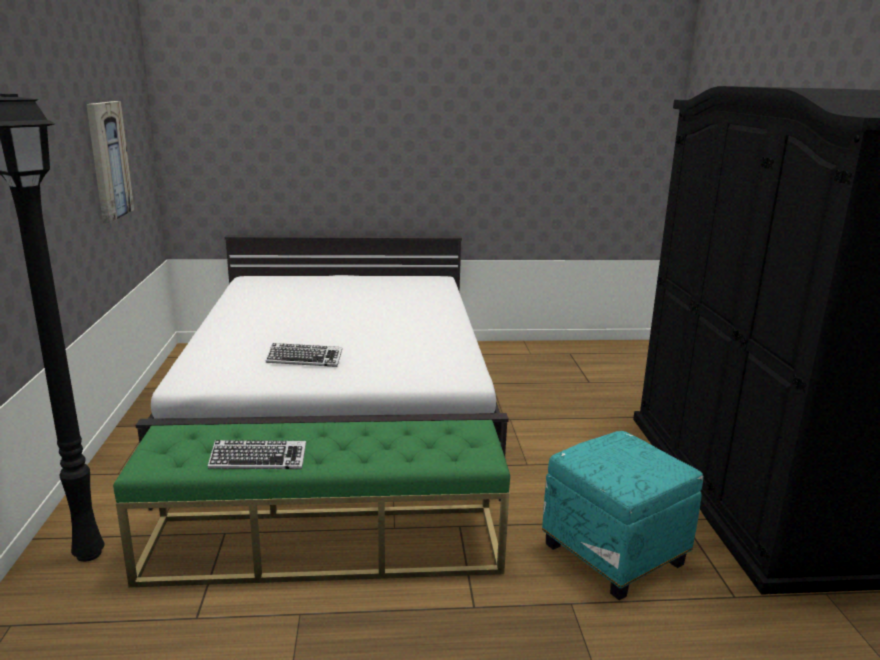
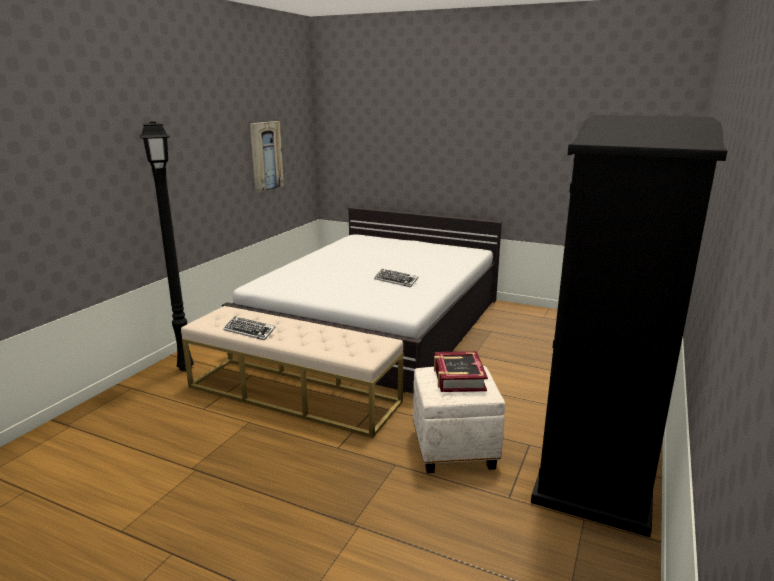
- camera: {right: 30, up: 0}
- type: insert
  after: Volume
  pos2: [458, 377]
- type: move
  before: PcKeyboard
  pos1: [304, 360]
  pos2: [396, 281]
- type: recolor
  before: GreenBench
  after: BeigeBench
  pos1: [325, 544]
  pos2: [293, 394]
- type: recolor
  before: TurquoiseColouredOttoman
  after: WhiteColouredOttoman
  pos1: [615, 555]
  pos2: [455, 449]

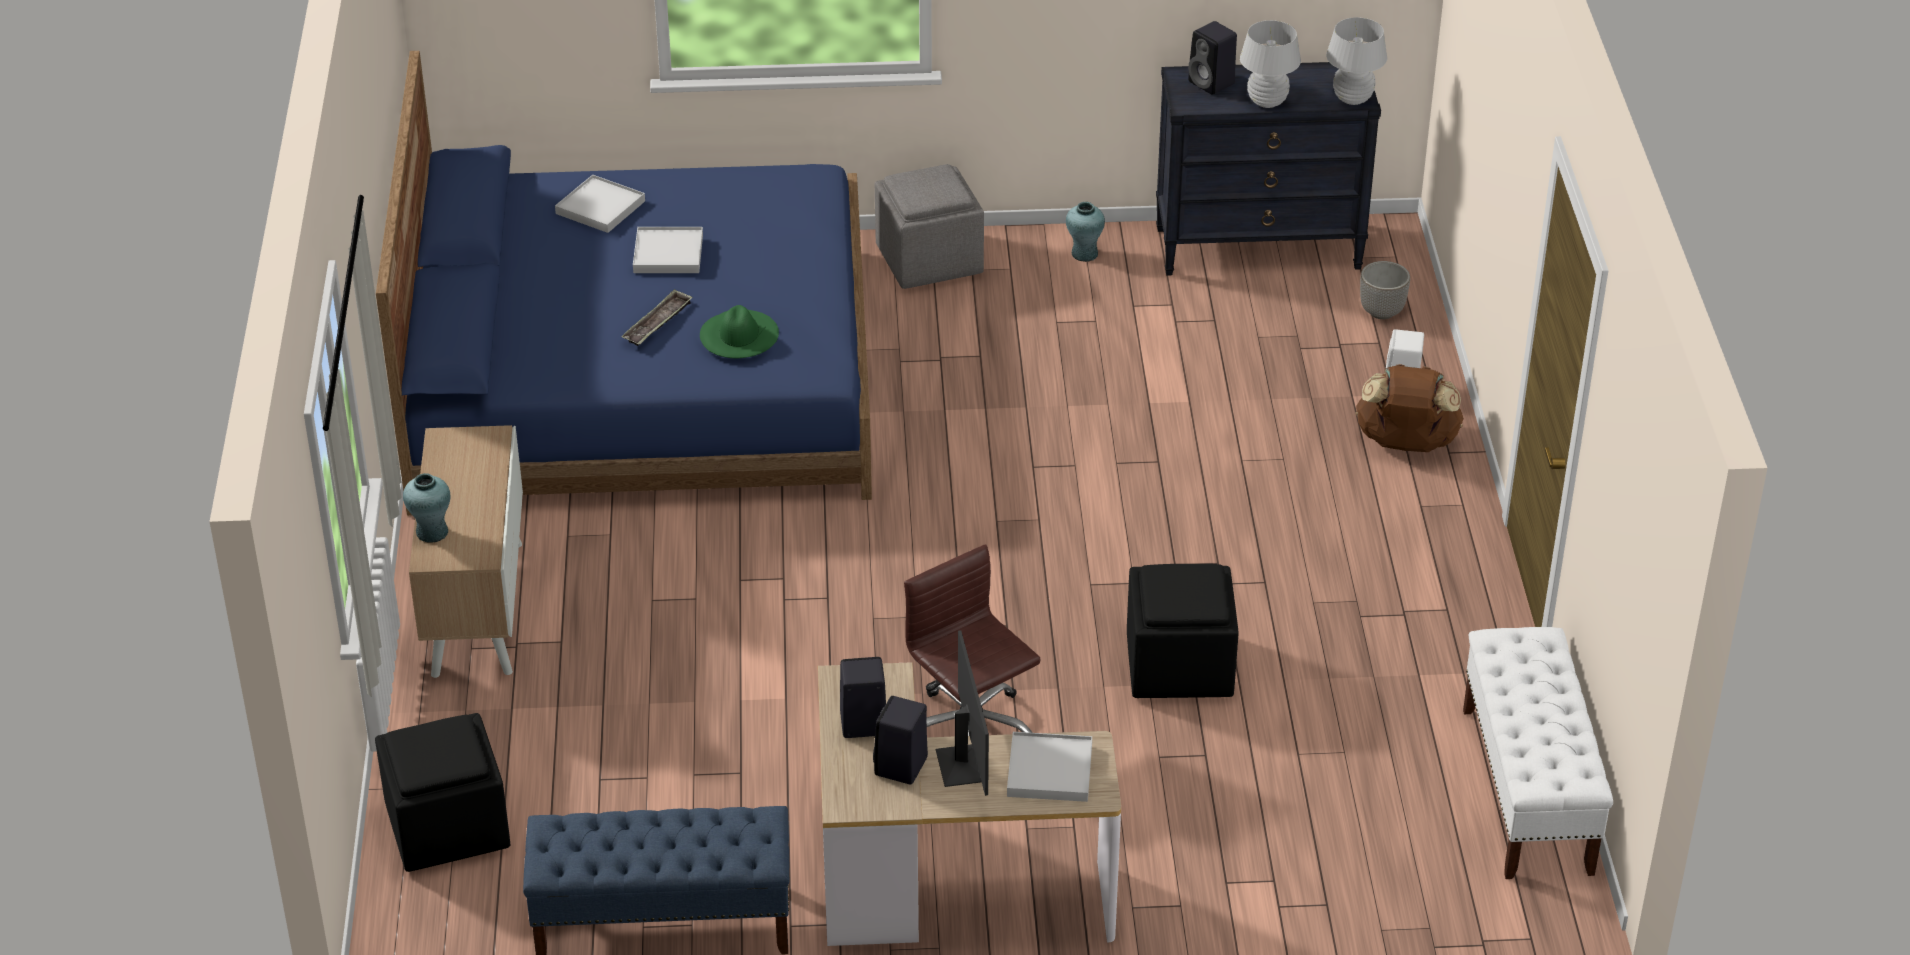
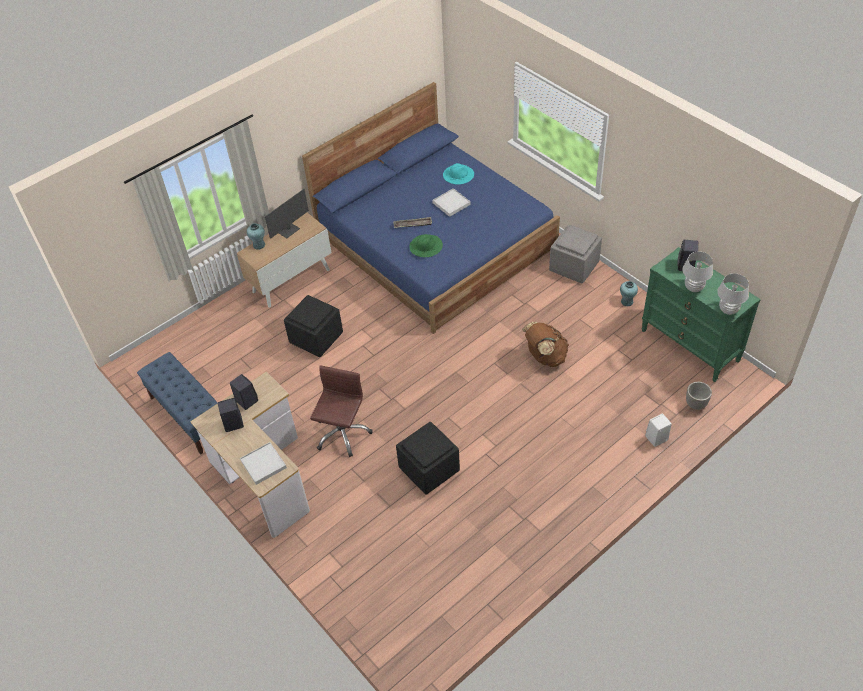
- camera: {right: 55, up: 10}
- type: delete
  before: WhiteColouredBench
  pos1: [1527, 791]
- type: move
  before: BlackColouredOttoman
  pos1: [446, 826]
  pos2: [316, 337]
- type: move
  before: Monitor
  pos1: [963, 765]
  pos2: [289, 230]
- type: move
  before: BrownColouredBackpack
  pos1: [1405, 444]
  pos2: [545, 357]
- type: replace
  before: WhiteColouredCarryingTray
  after: TurquoiseColouredClothingHat
  pos1: [600, 207]
  pos2: [458, 174]
- type: recolor
  before: BlackColouredChestOfDrawers
  after: GreenChestOfDrawers
  pos1: [1259, 248]
  pos2: [690, 345]

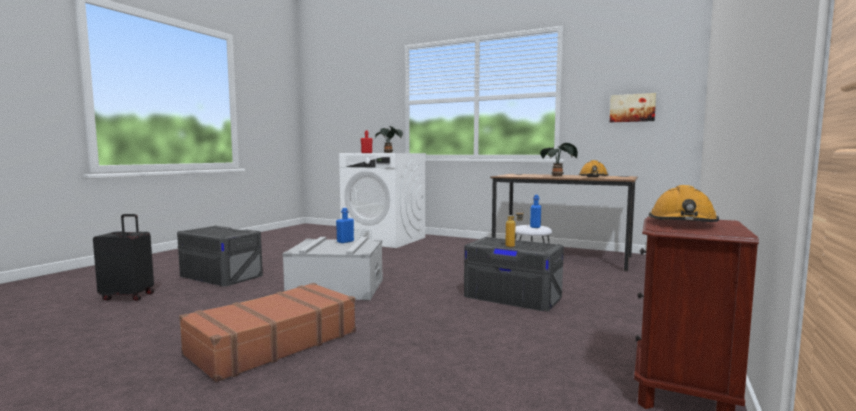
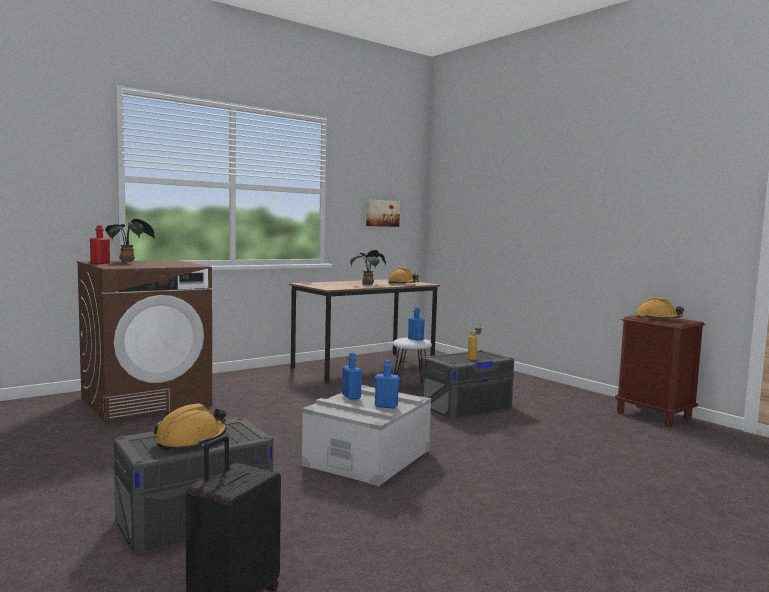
- camera: {right: -65, up: 0}
- type: delete
  before: BrownColouredPieceOfLuggage
  pos1: [272, 343]
- type: insert
  after: OrangeWorkHelmet
  pos2: [191, 440]
- type: insert
  after: BluishDrinkBottle
  pos2: [386, 406]
- type: recolor
  before: WhiteColouredLaundryMachine
  after: BrownColouredLaundryMachine
  pos1: [384, 239]
  pos2: [146, 401]

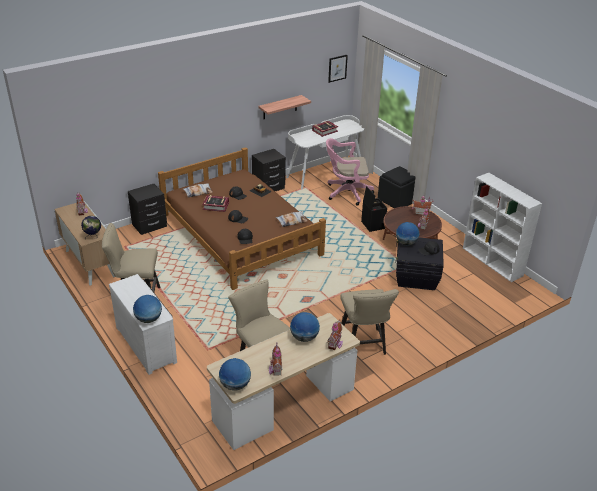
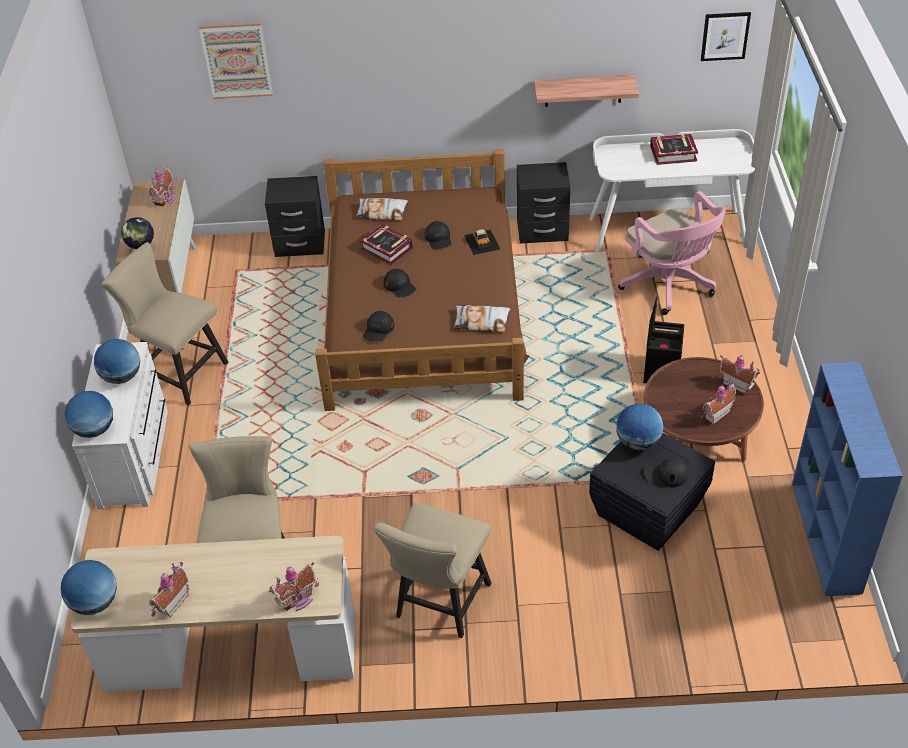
- camera: {right: 35, up: 10}
- type: delete
  before: BlackColouredOttoman
  pos1: [397, 200]
- type: insert
  after: WallArt
  pos2: [236, 60]
- type: move
  before: WorldGlobe
  pos1: [304, 337]
  pos2: [122, 377]
- type: recolor
  before: WhiteColouredBookcase
  after: BluishBookcase
  pos1: [493, 262]
  pos2: [826, 538]
- type: rotate
  before: PinkColouredOfficeChair
  pos1: [346, 193]
  pos2: [670, 286]
  turn: -150

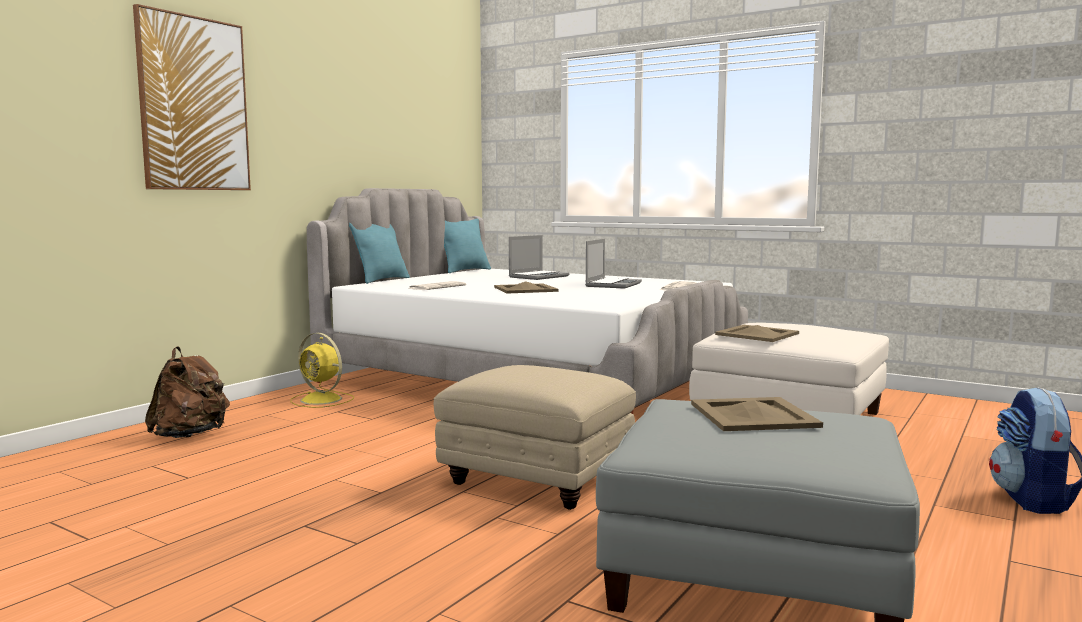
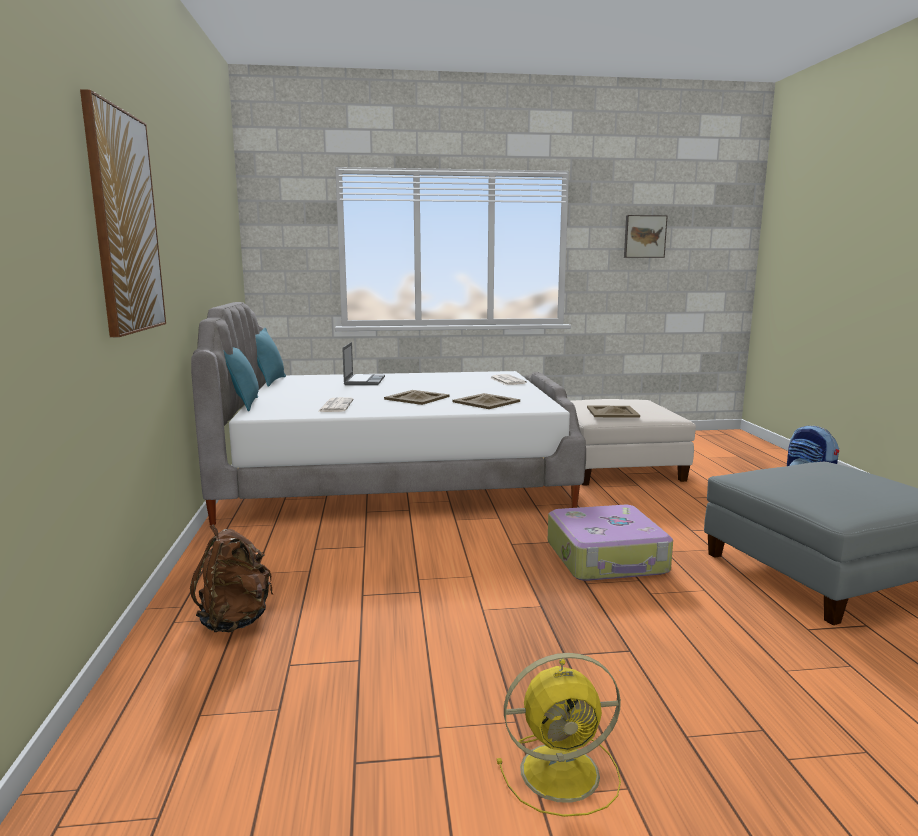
- camera: {right: -40, up: 5}
- type: delete
  before: Laptop
  pos1: [613, 284]
- type: insert
  after: WallArt
  pos2: [644, 236]
- type: move
  before: YellowColouredFan
  pos1: [322, 400]
  pos2: [563, 771]
- type: move
  before: BeigeCarryingTray
  pos1: [752, 415]
  pos2: [485, 402]
- type: replace
  before: BeigeOttoman
  after: PieceOfLuggage
  pos1: [538, 481]
  pos2: [607, 558]

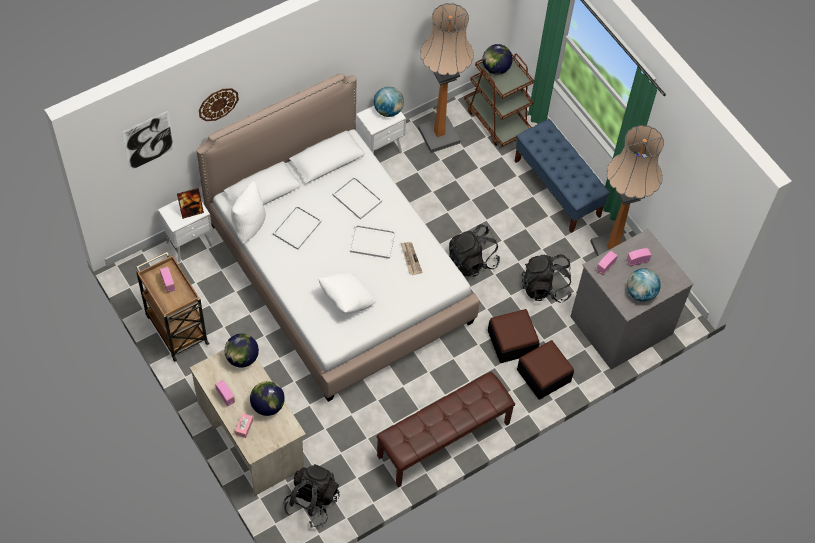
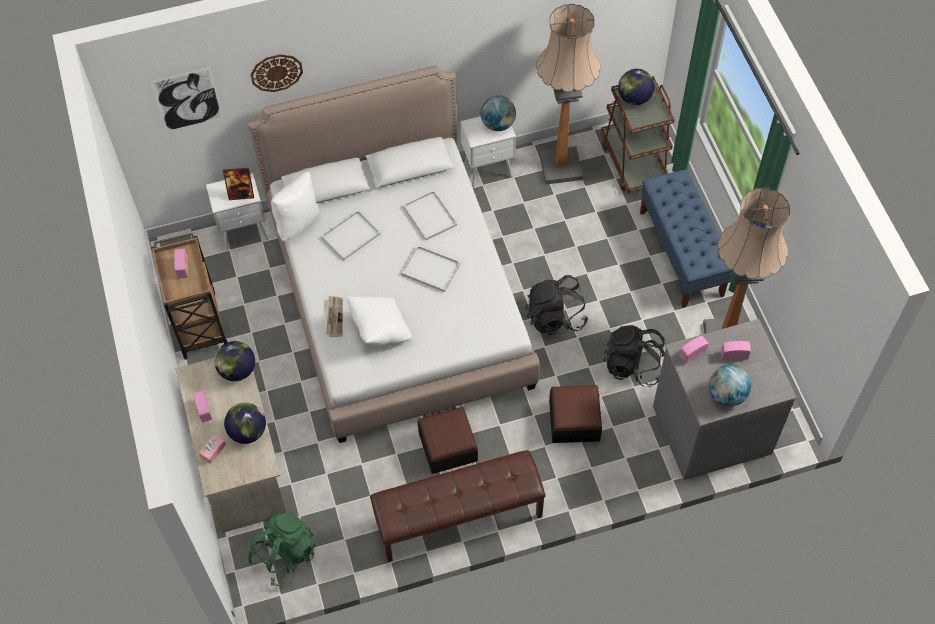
- camera: {right: 20, up: 0}
- type: move
  before: PrintedPaper
  pos1: [410, 259]
  pos2: [334, 317]
- type: move
  before: Ottoman
  pos1: [543, 375]
  pos2: [448, 446]
- type: recolor
  before: BlackColouredBackpack
  after: GreenBackpack
  pos1: [312, 502]
  pos2: [284, 555]

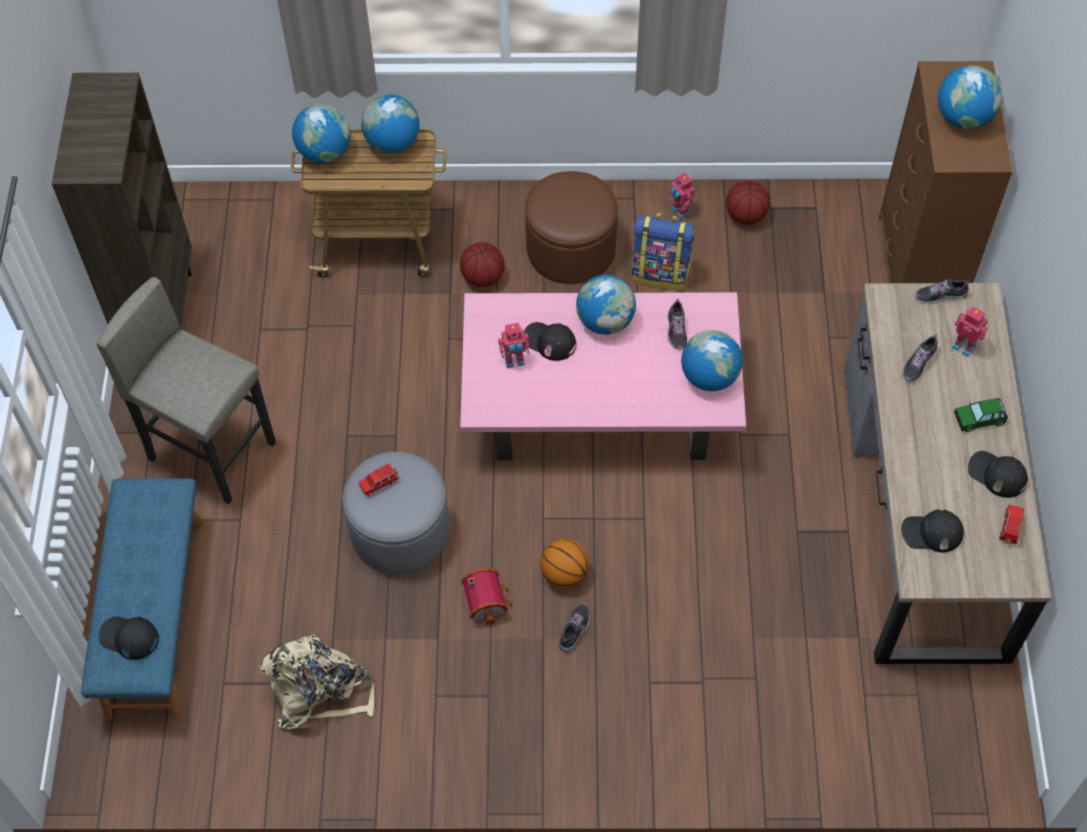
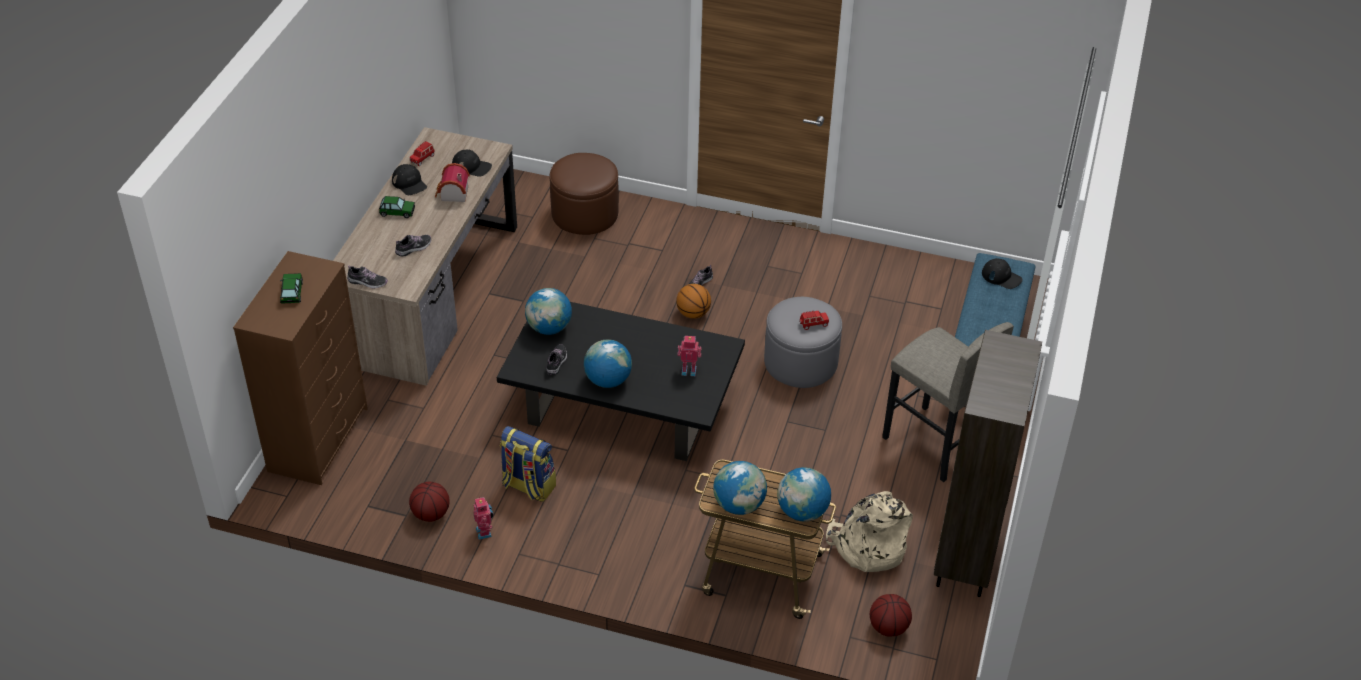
- camera: {right: -165, up: -15}
- type: delete
  before: BlackColouredCap
  pos1: [549, 341]
- type: delete
  before: RobotFigure
  pos1: [964, 345]
- type: move
  before: BeigeBackpack
  pos1: [319, 689]
  pos2: [867, 547]
- type: move
  before: BasketballBall
  pos1: [483, 277]
  pos2: [888, 627]
- type: move
  before: ModelHouse
  pos1: [487, 601]
  pos2: [452, 194]
- type: move
  before: BrownColouredOttoman
  pos1: [571, 248]
  pos2: [585, 213]
- type: replace
  before: WorldGlobe
  after: ModelCar
  pos1: [963, 118]
  pos2: [292, 292]
- type: recolor
  before: PinkColouredLowTable
  after: BlackColouredLowTable
  pos1: [601, 402]
  pos2: [621, 406]

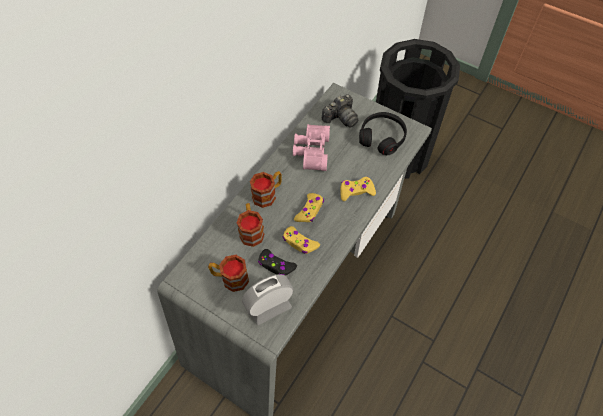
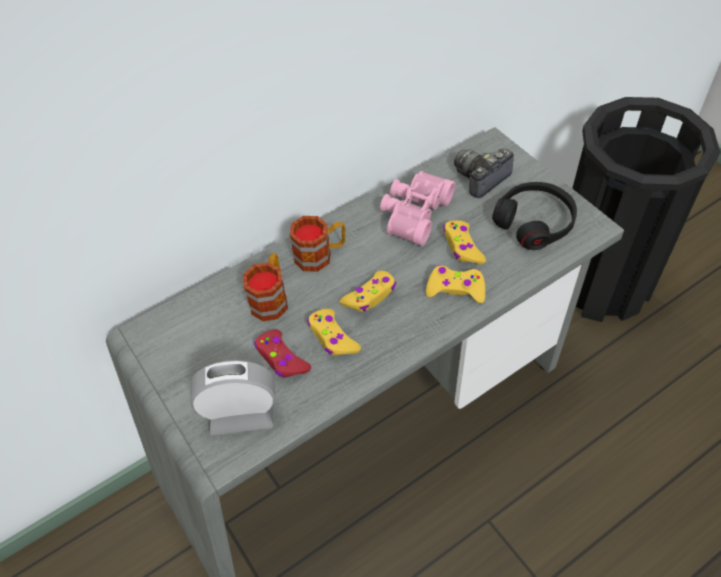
- camera: {right: 25, up: -5}
- type: delete
  before: TeaMug
  pos1: [230, 278]
- type: insert
  after: YellowColouredGamepad
  pos2: [462, 247]
- type: recolor
  before: BlackColouredGamepad
  after: ReddishGamepad
  pos1: [276, 265]
  pos2: [281, 359]
- type: rotate
  before: PhotoCamera
  pos1: [340, 118]
  pos2: [482, 178]
  turn: 150

